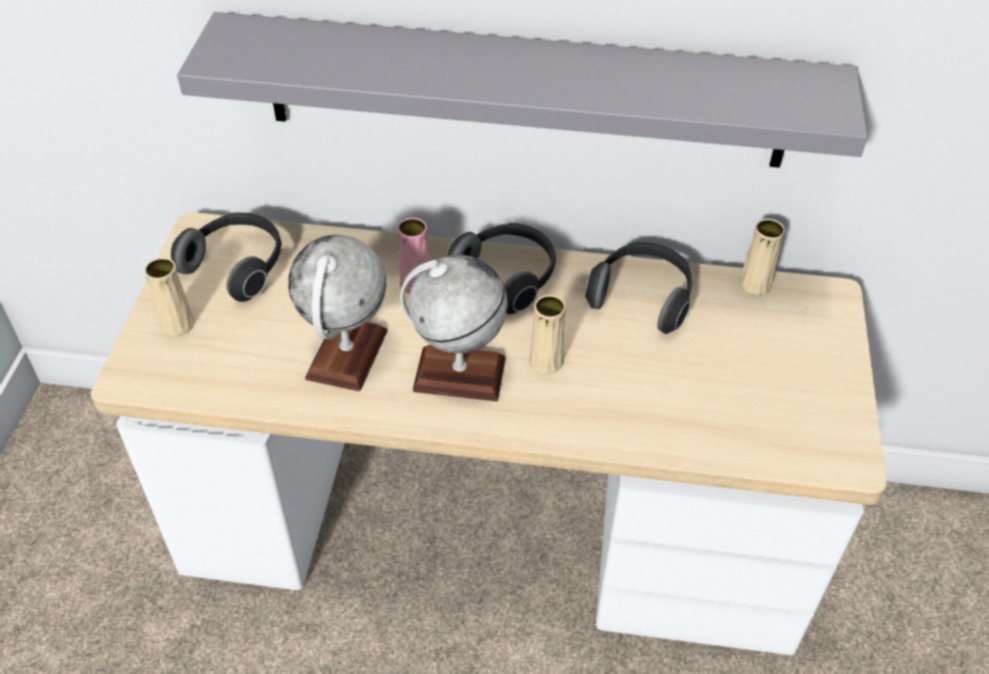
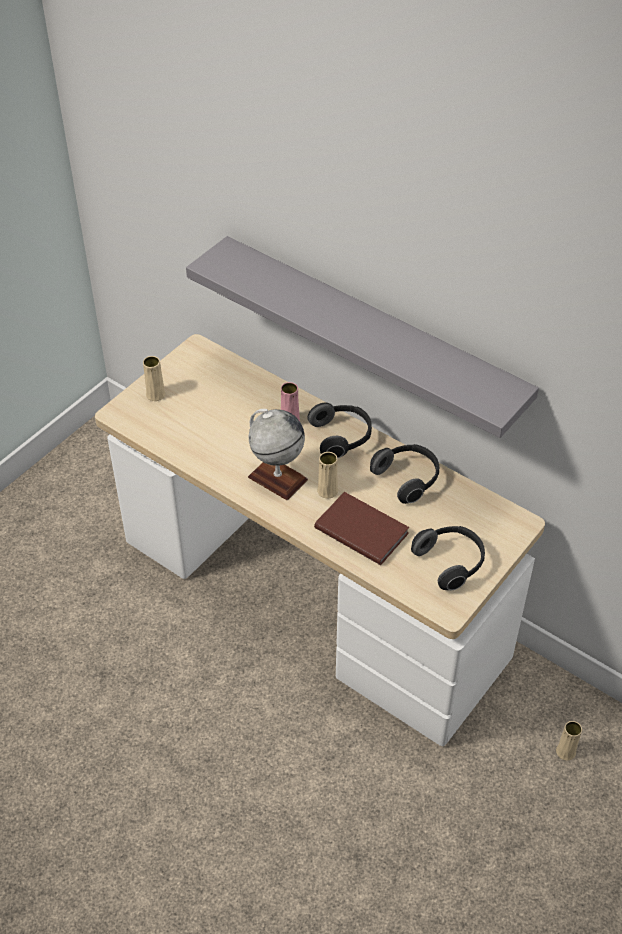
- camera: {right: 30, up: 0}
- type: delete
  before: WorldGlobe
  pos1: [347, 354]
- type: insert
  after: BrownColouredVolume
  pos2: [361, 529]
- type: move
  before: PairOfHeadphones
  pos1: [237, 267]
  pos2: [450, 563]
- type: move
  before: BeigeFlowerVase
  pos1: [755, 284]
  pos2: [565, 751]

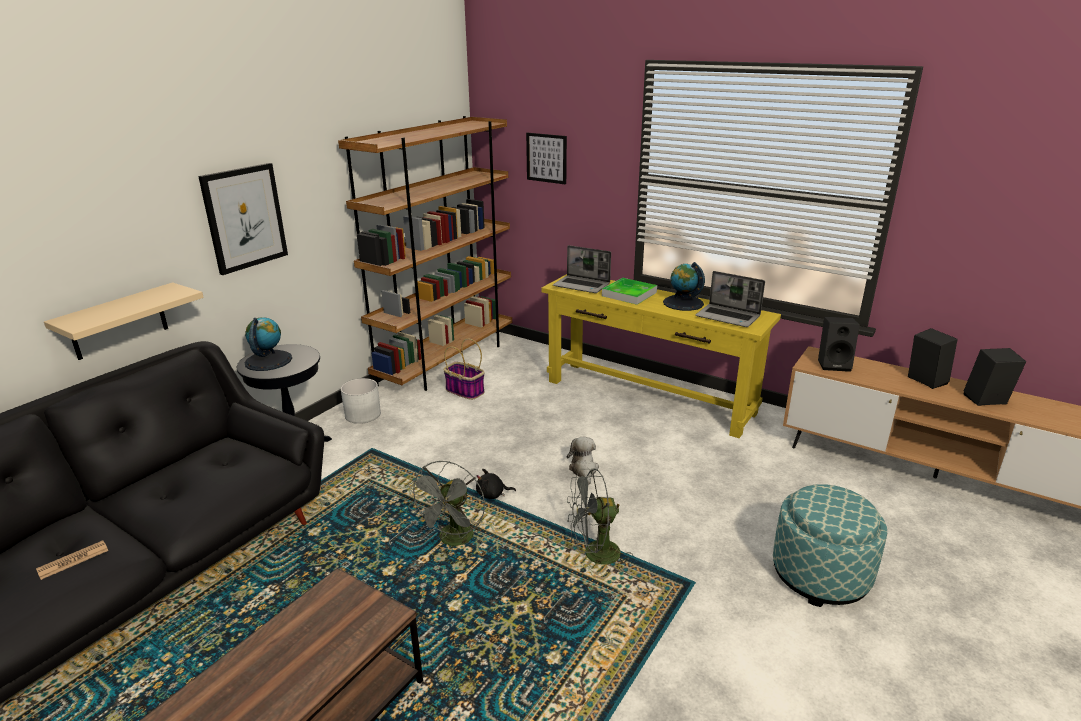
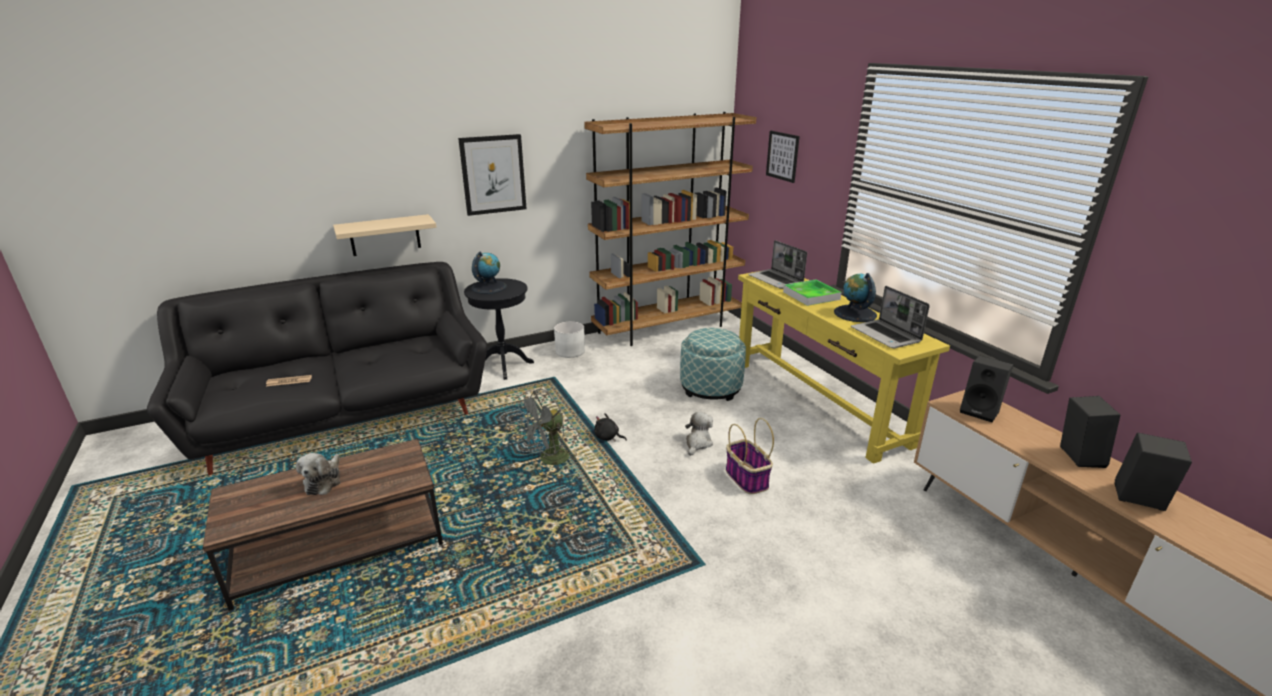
- camera: {right: 30, up: 0}
- type: delete
  before: GrayFan
  pos1: [594, 555]
- type: insert
  after: SoftToy
  pos2: [324, 481]
- type: move
  before: StorageBasket
  pos1: [464, 391]
  pos2: [746, 478]
- type: move
  before: Ottoman
  pos1: [820, 575]
  pos2: [711, 387]

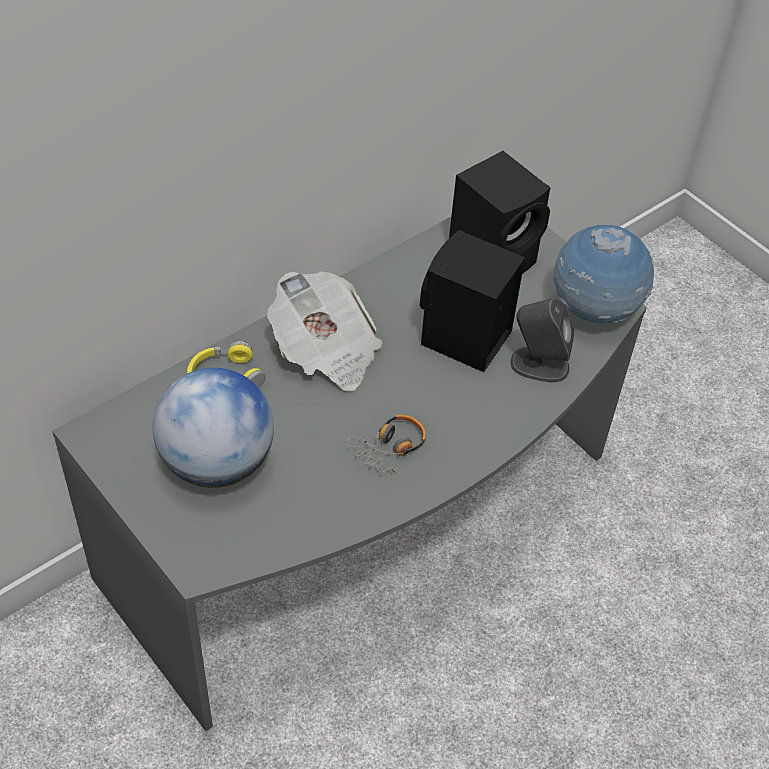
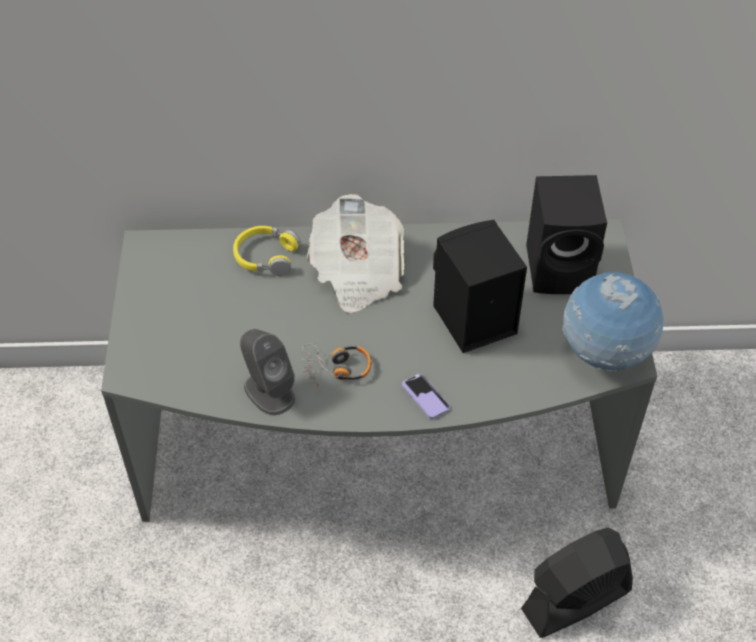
- camera: {right: 40, up: 0}
- type: delete
  before: WorldGlobe
  pos1: [217, 463]
- type: insert
  after: Telephone
  pos2: [425, 397]
- type: insert
  after: BlackColouredFan
  pos2: [575, 600]
- type: move
  before: GrayAudioSpeaker
  pos1: [538, 364]
  pos2: [269, 392]

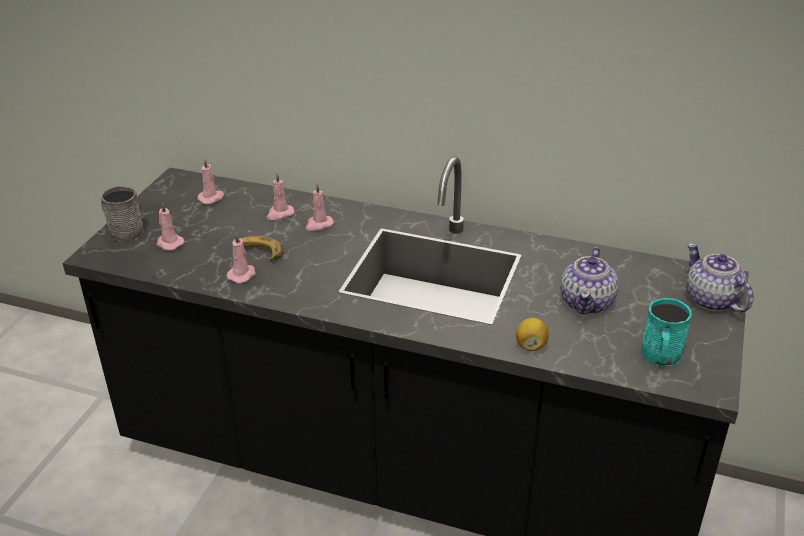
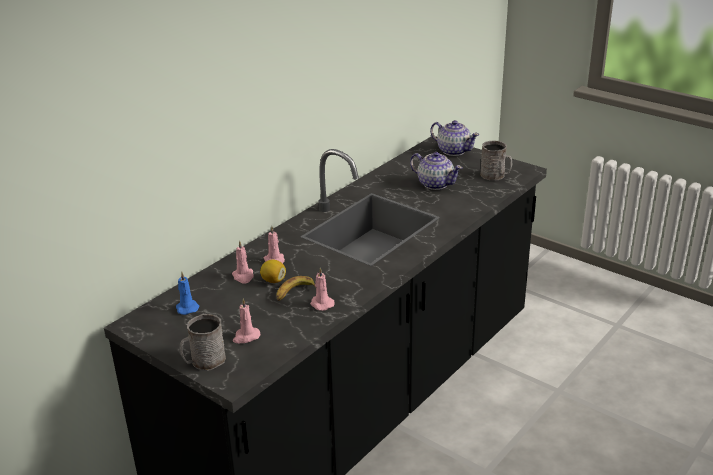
- camera: {right: -70, up: -5}
- type: move
  before: Lemon
  pos1: [530, 345]
  pos2: [273, 280]
- type: recolor
  before: PinkColouredCandle
  after: BluishCandle
  pos1: [211, 198]
  pos2: [187, 308]
- type: recolor
  before: TurquoiseColouredTeaMug
  after: GrayTeaMug
  pos1: [661, 357]
  pos2: [495, 176]
- type: rotate
  before: TeaPot
  pos1: [711, 300]
  pos2: [453, 151]
  turn: -135

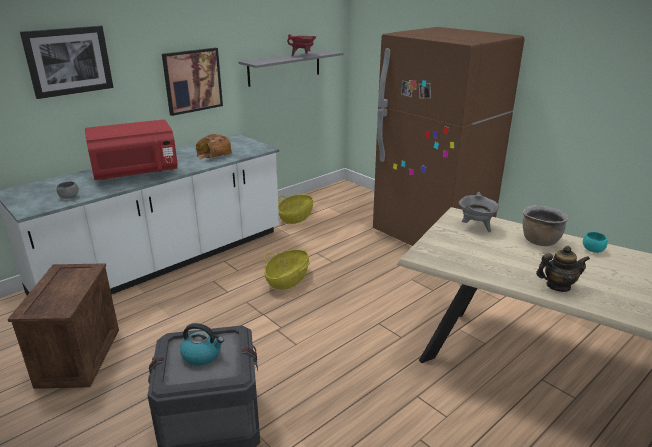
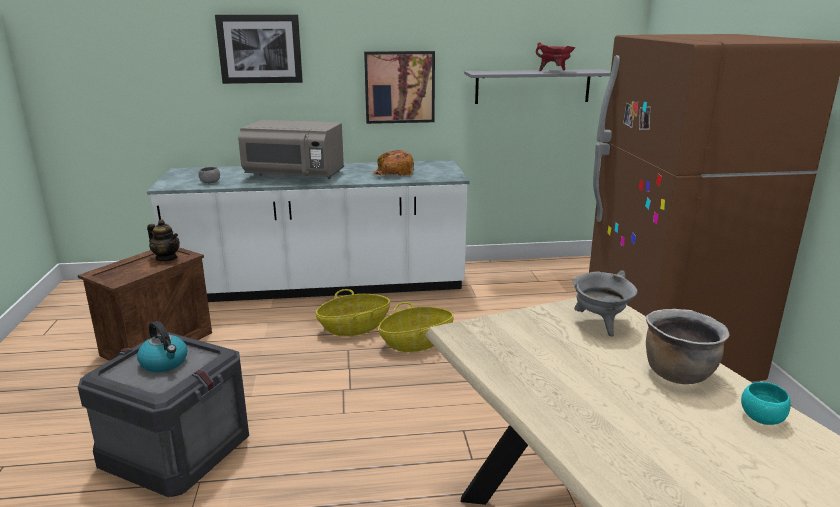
- camera: {right: 35, up: -5}
- type: move
  before: StorageBasket
  pos1: [296, 217]
  pos2: [354, 327]
- type: move
  before: TeaPot
  pos1: [558, 286]
  pos2: [167, 258]
- type: recolor
  before: ReddishMicrowave
  after: GrayMicrowave
  pos1: [136, 173]
  pos2: [295, 175]

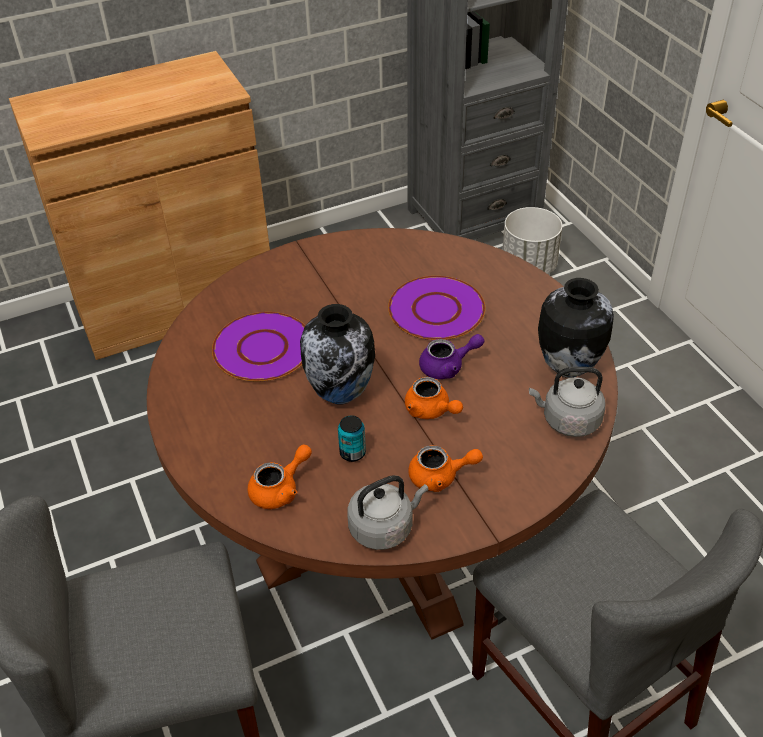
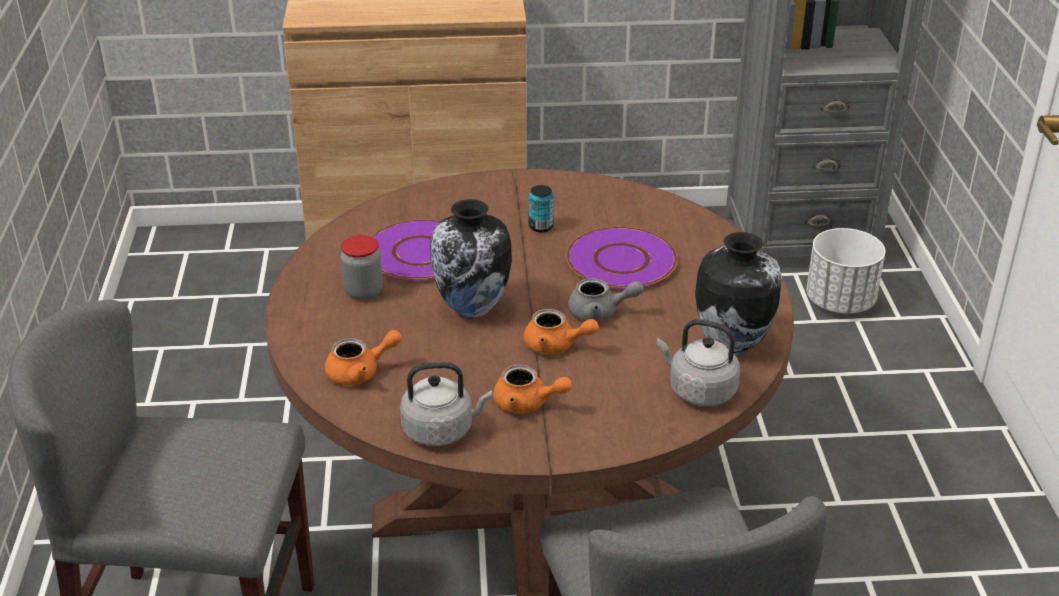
- camera: {right: 20, up: -10}
- type: insert
  after: Jar
  pos2: [363, 292]
- type: move
  before: Can
  pos1: [352, 453]
  pos2: [541, 227]
- type: recolor
  before: PurplishTeaPot
  after: GrayTeaPot
  pos1: [448, 367]
  pos2: [600, 312]
- type: rotate
  before: OrangeTeaPot
  pos1: [431, 410]
  pos2: [556, 346]
  turn: -45

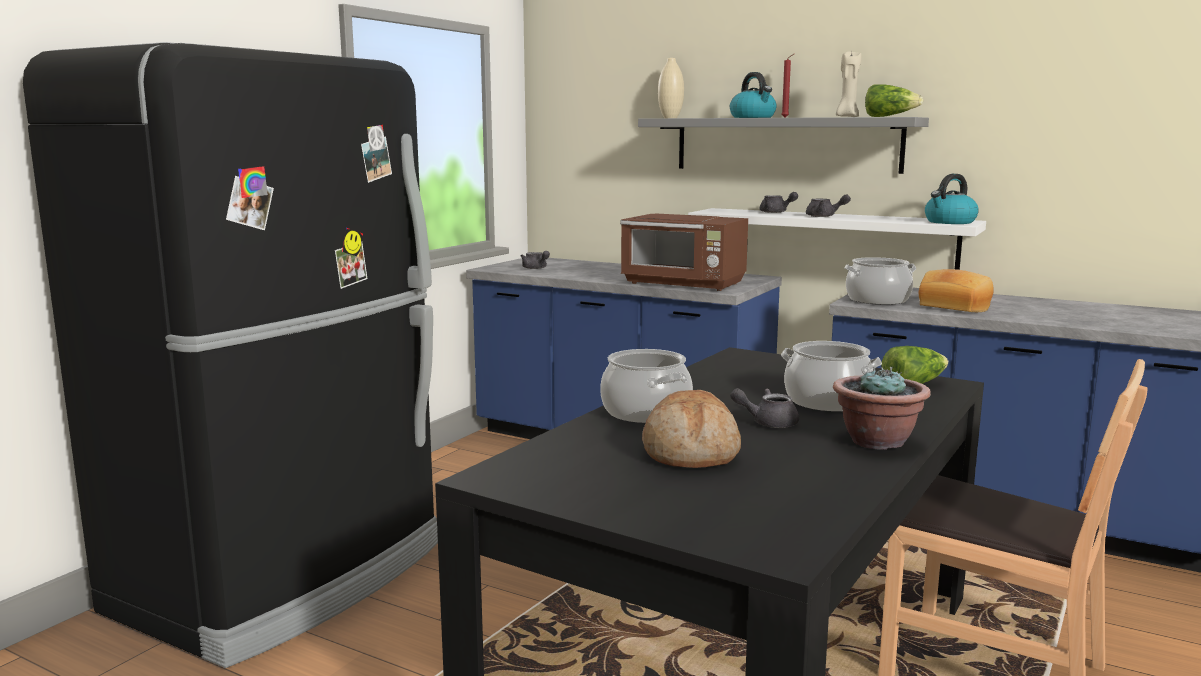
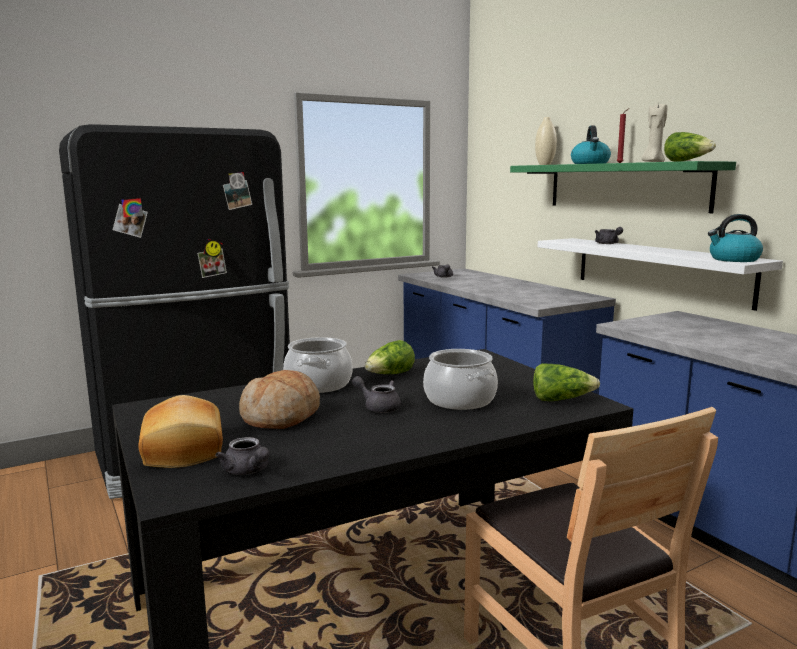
- camera: {right: 30, up: 0}
- type: delete
  before: BrownColouredMicrowave
  pos1: [684, 284]
- type: delete
  before: PottedPlant
  pos1: [876, 441]
- type: delete
  before: CookingPot
  pos1: [877, 300]
- type: insert
  after: HeadOfLettuce
  pos2: [390, 375]
- type: move
  before: GrayTeaPot
  pos1: [824, 216]
  pos2: [247, 471]
- type: move
  before: Bread
  pos1: [955, 307]
  pos2: [186, 450]
- type: recolor
  before: GrayWallShelf
  after: GreenWallShelf
  pos1: [785, 144]
  pos2: [624, 186]

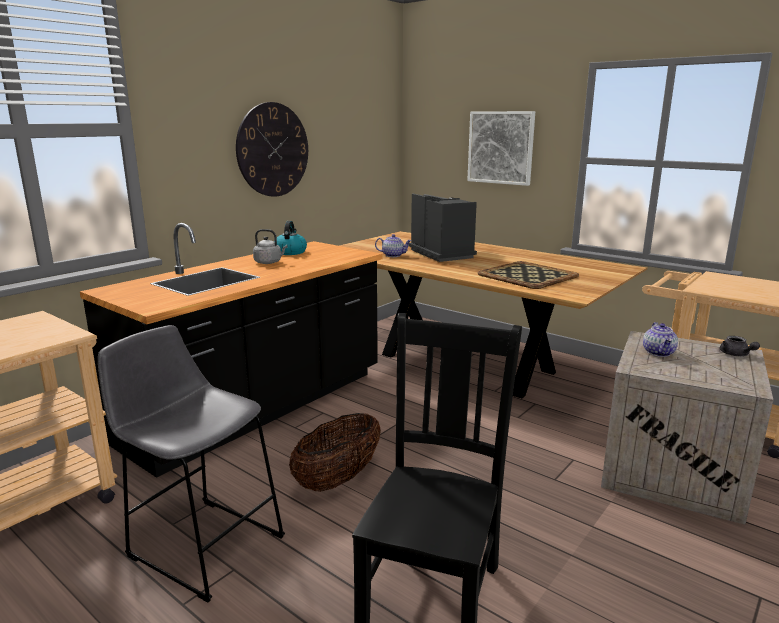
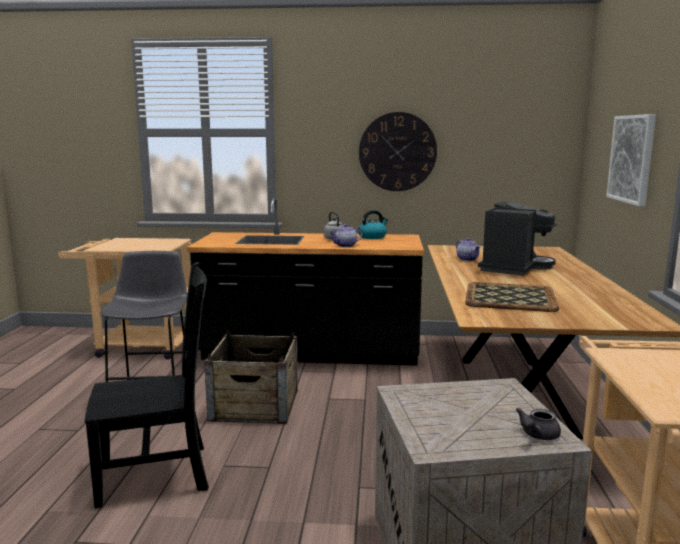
- camera: {right: 55, up: -5}
- type: move
  before: TeaPot
  pos1: [659, 353]
  pos2: [345, 246]
- type: replace
  before: StorageBasket
  after: PackingCrate
  pos1: [338, 479]
  pos2: [255, 404]

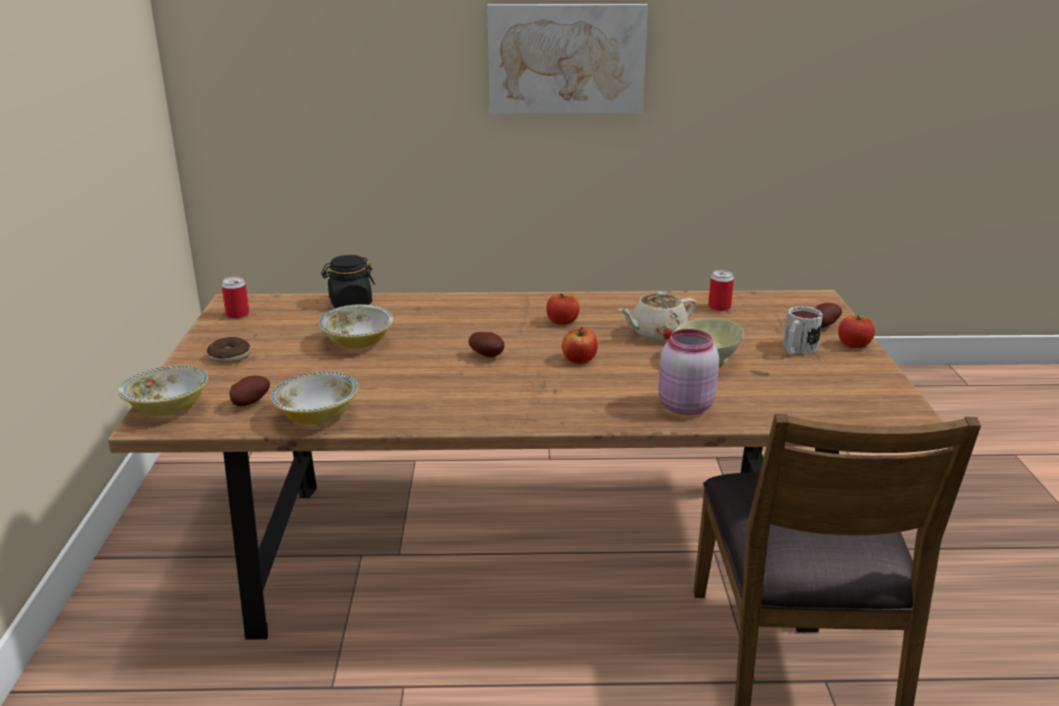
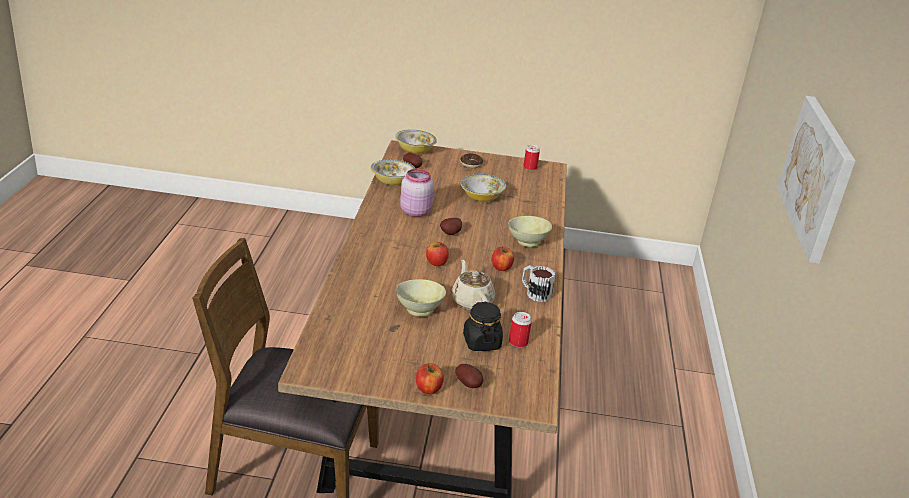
- camera: {right: 95, up: 5}
- type: insert
  after: BeigeBowl
  pos2: [527, 242]
- type: move
  before: BlackColouredJar
  pos1: [350, 303]
  pos2: [481, 342]
- type: move
  before: PinkColouredJar
  pos1: [683, 406]
  pos2: [415, 211]
- type: move
  before: TeaMug
  pos1: [797, 349]
  pos2: [534, 292]

